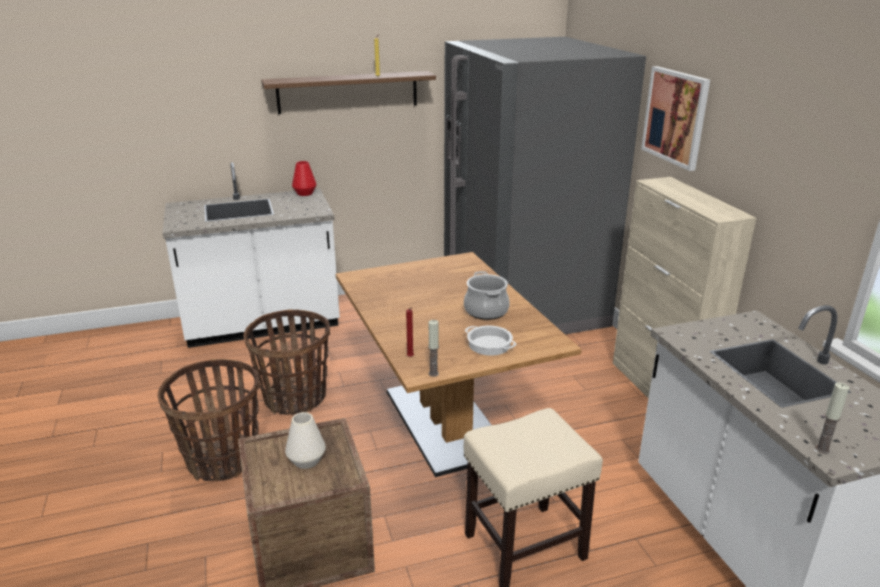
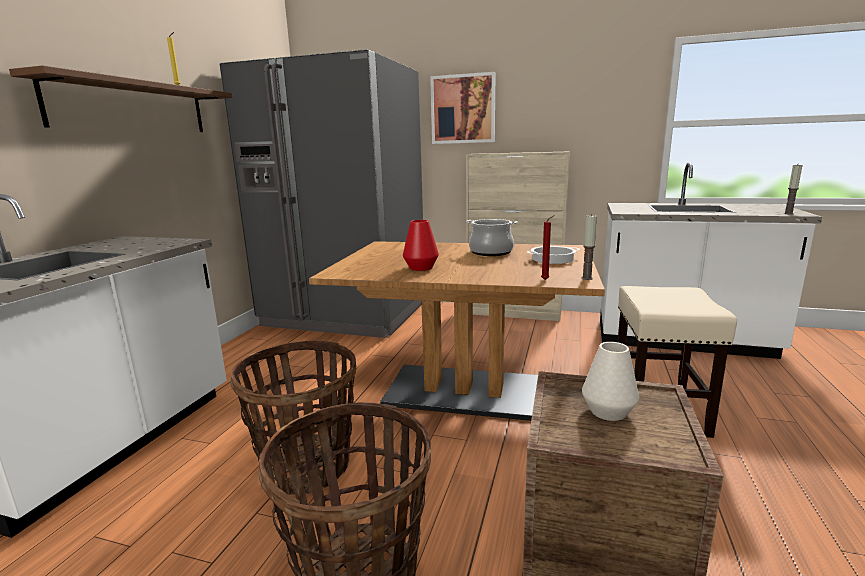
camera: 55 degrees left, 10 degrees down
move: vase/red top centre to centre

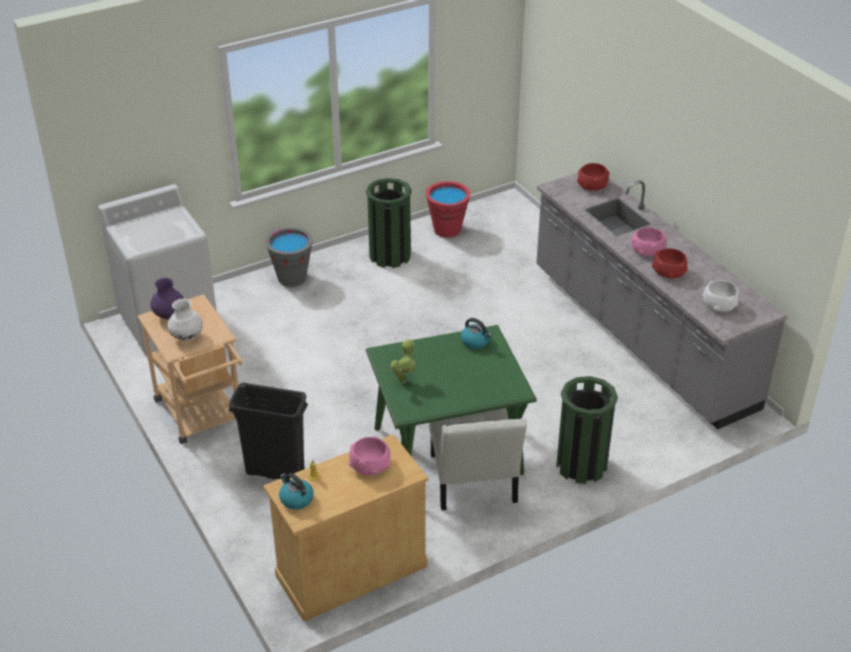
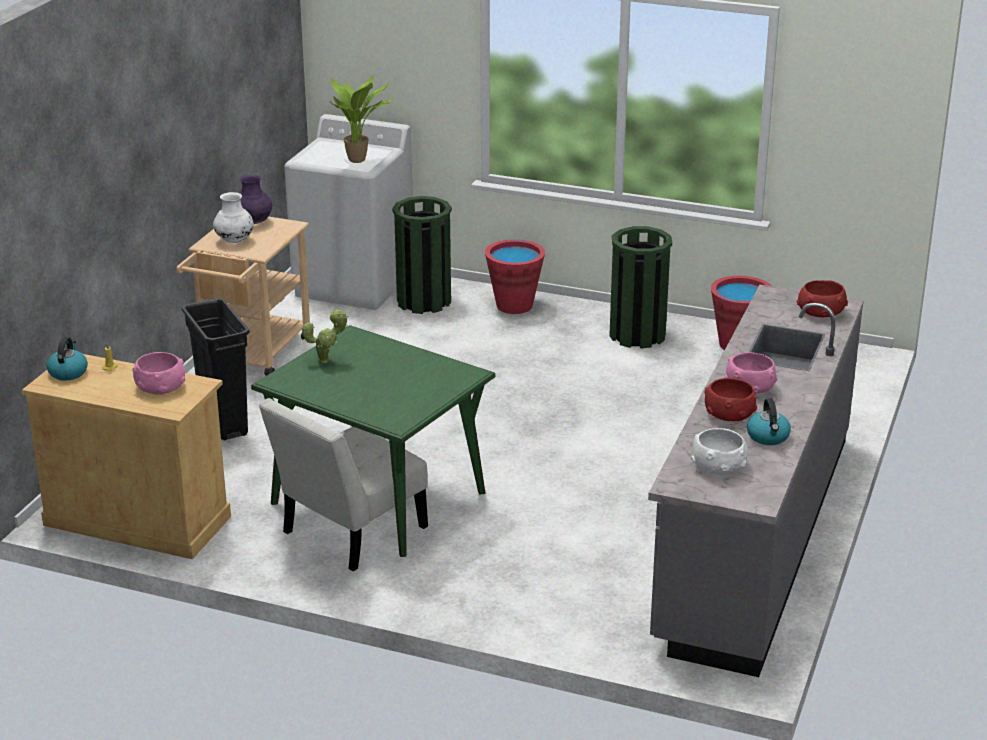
camera: 50 degrees right, 10 degrees down
insert: potted plant (2nd from left) top centre
move: kettle (2nd from left) centre to middle right; trash can/green (2nd from left in the first image) middle right to trash can/green (1st from left) centre
recolor: bucket/grey centre to bucket/red (1st from left) centre

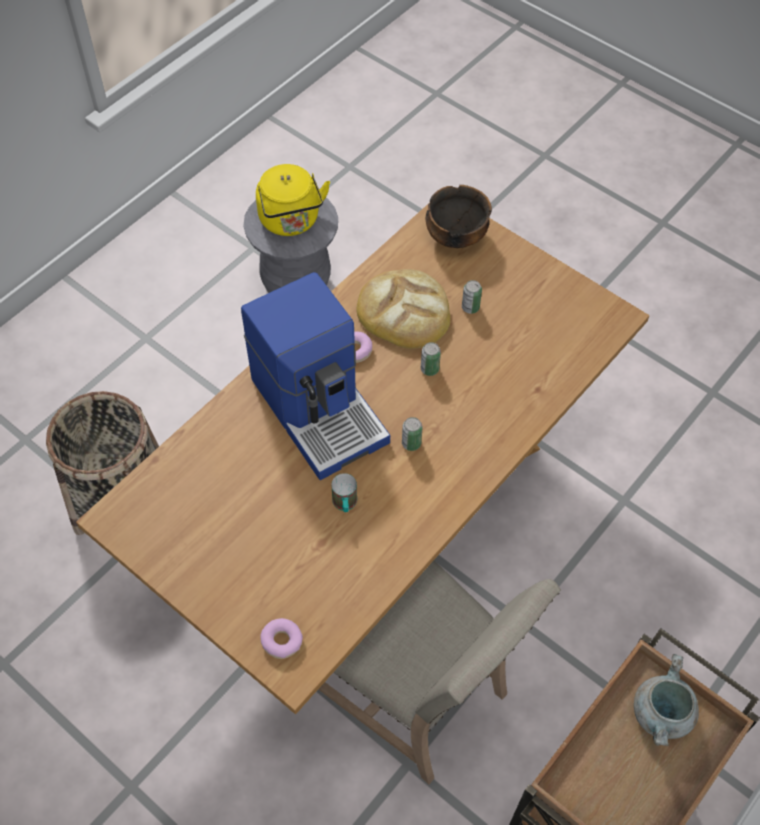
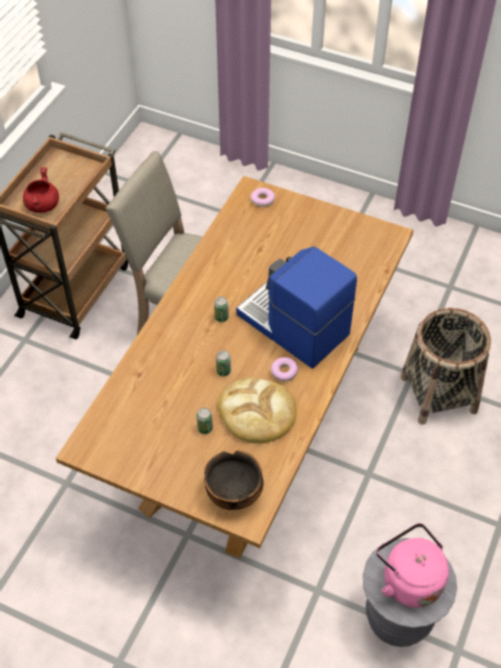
camera: 165 degrees right, 5 degrees down
delete: mug centre
recolor: kettle/yellow top centre to kettle/pink bottom right; cooking pot/grey bottom right to cooking pot/red top left

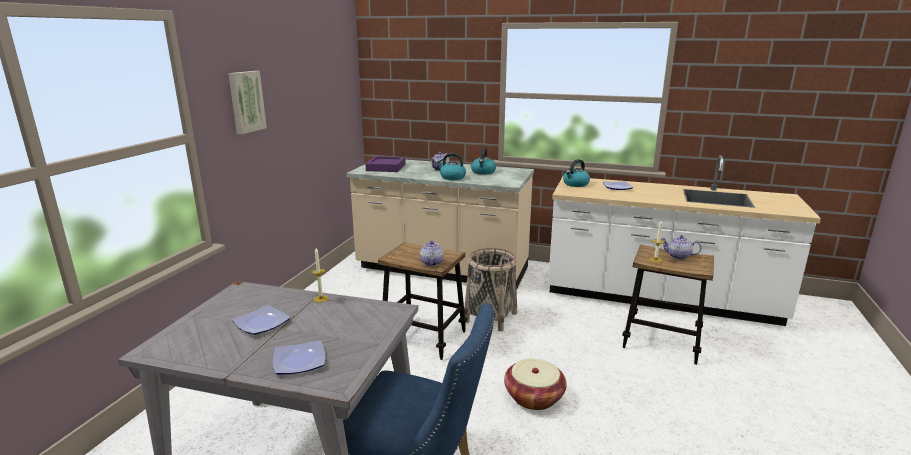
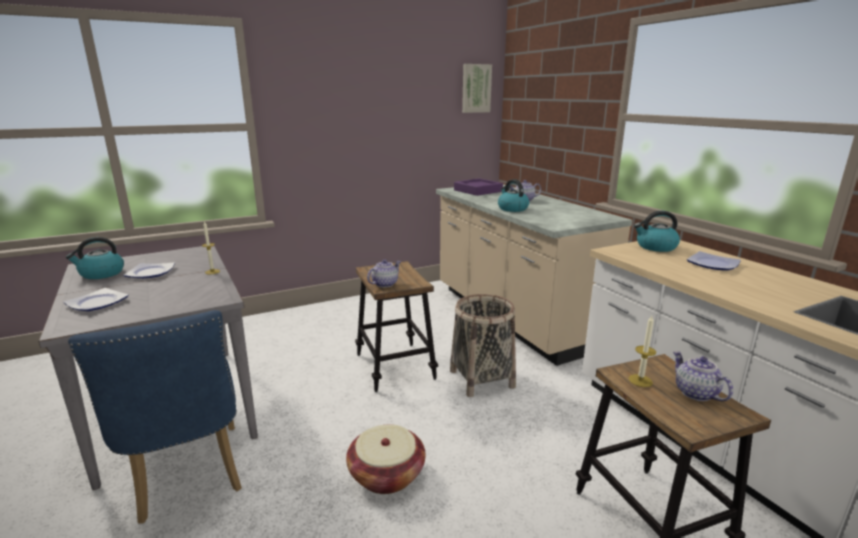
camera: 45 degrees right, 0 degrees up
move: picture top left to top centre; kettle (2nd from left in the first image) centre to kettle (1st from left) middle left

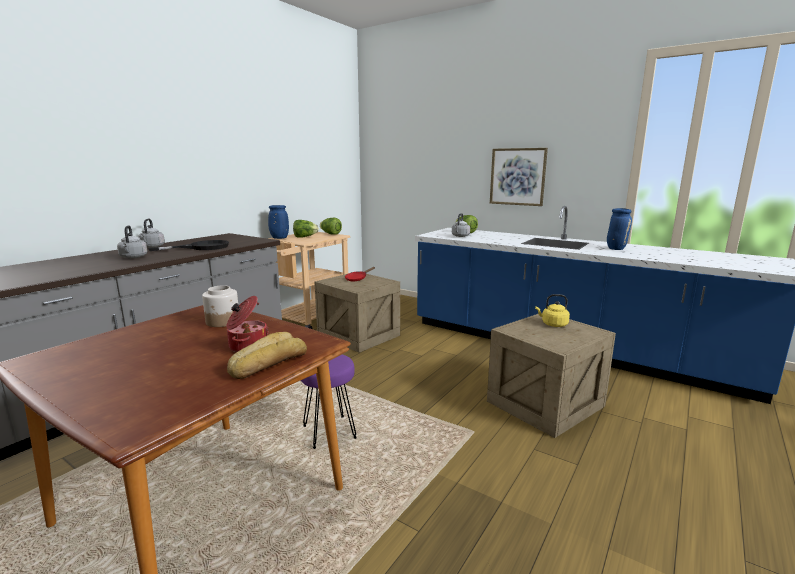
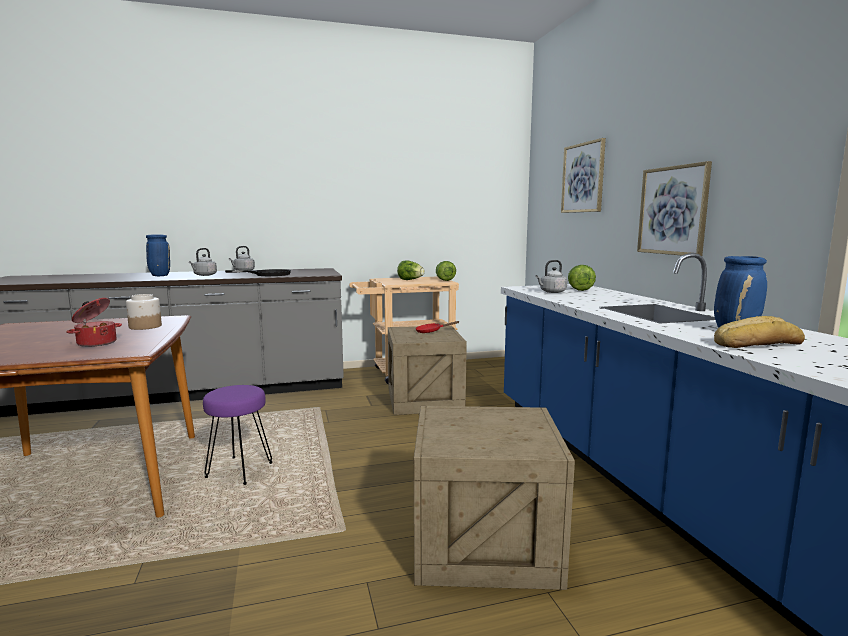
camera: 40 degrees right, 5 degrees down
delete: kettle/yellow middle right
insert: picture (1st from left) top right
move: vase/blue (1st from left) centre to middle left; bread centre to middle right

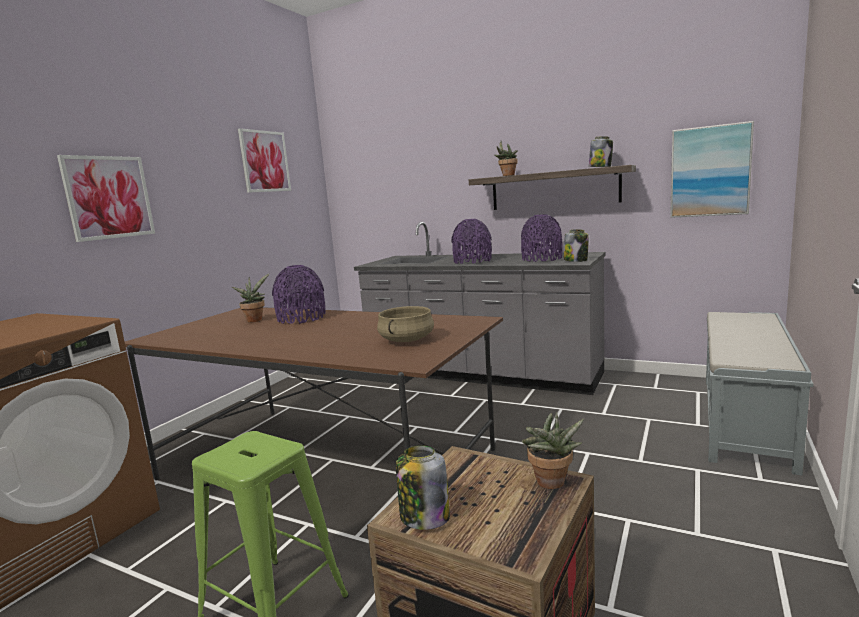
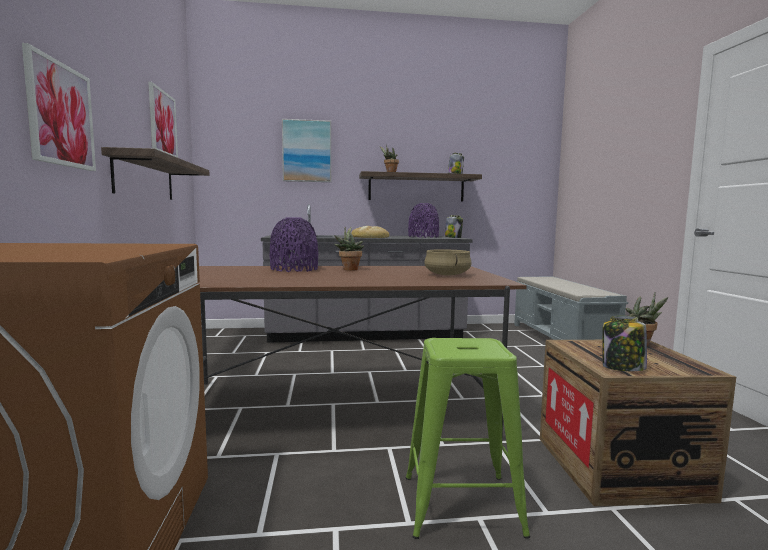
camera: 35 degrees left, 5 degrees down
insert: shelf (1st from left) top left
move: picture (3rd from left) top right to top centre; potted plant (1st from left) middle left to centre
replace: vase/purple (2nd from left) centre to bread centre

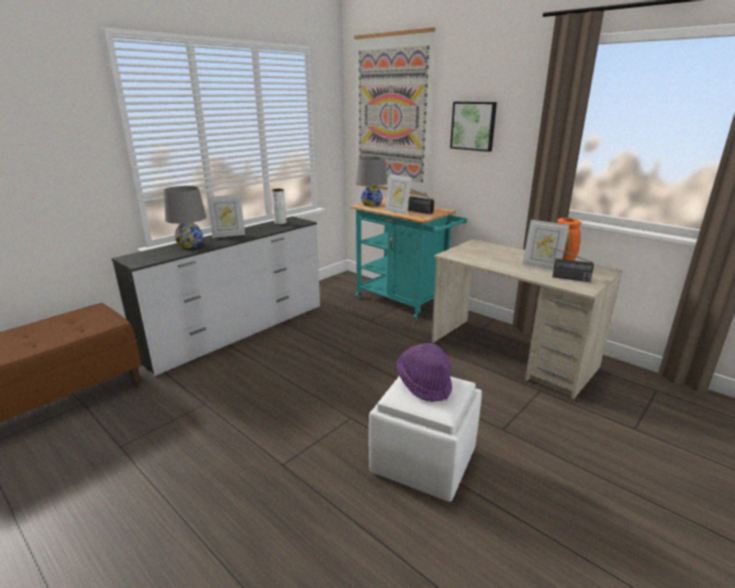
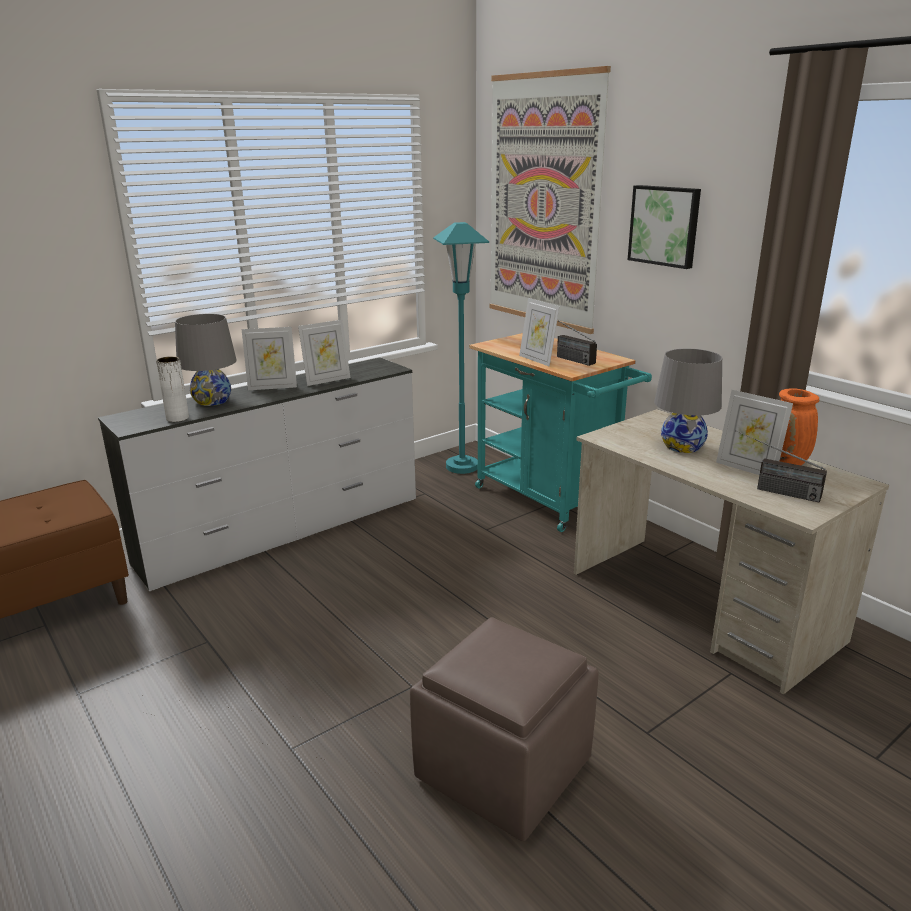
camera: 10 degrees right, 0 degrees up
delete: hat/purple centre
insert: floor lamp/turquoise centre; picture frame (2nd from left) centre
move: table lamp/grey (2nd from left) top centre to middle right; vase/white centre to middle left
recolor: ottoman/white bottom centre to ottoman/brown bottom centre

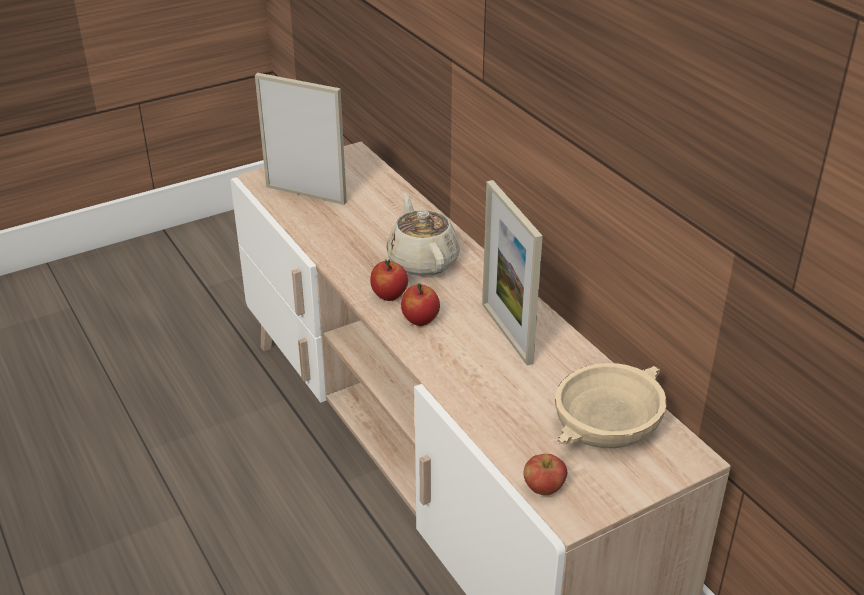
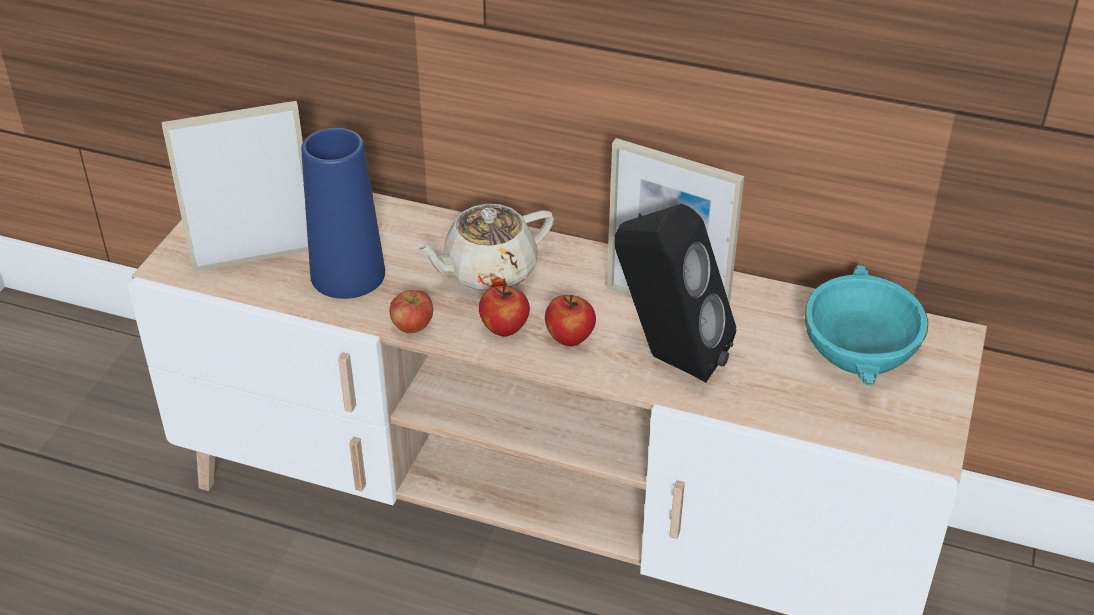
camera: 40 degrees left, 5 degrees up
insert: vase/blue middle left; speaker/black centre
move: apple (3rd from left in the first image) bottom centre to apple (1st from left) centre
recolor: bowl/beige bottom right to bowl/turquoise middle right
rotate: teapot/beige centre = centre 60 degrees counterclockwise

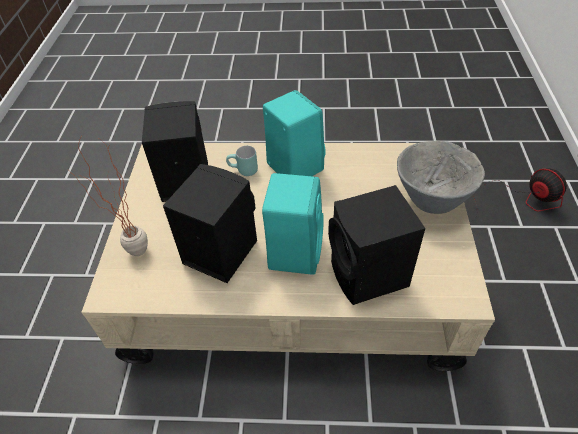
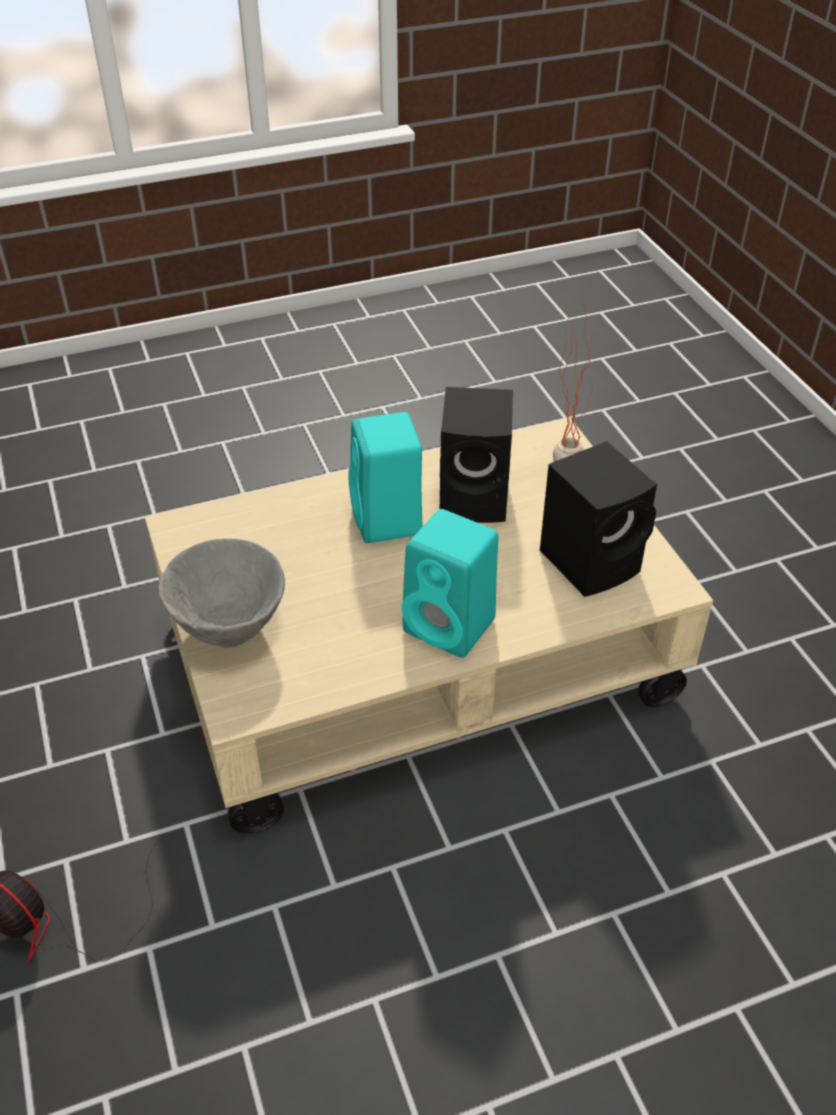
camera: 155 degrees right, 5 degrees down
delete: mug/turquoise centre; speaker/black (3rd from left) centre

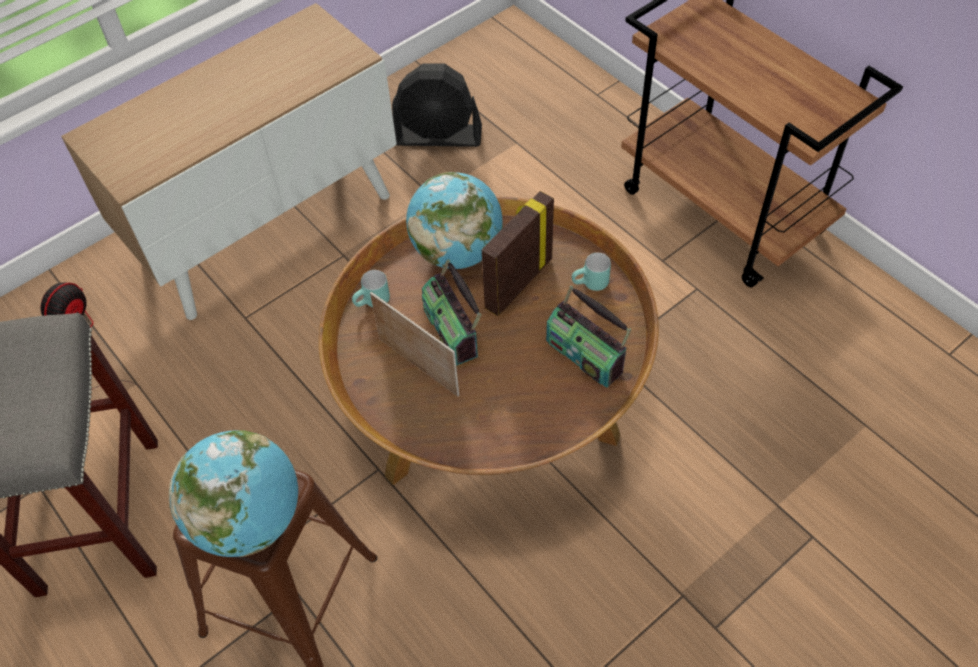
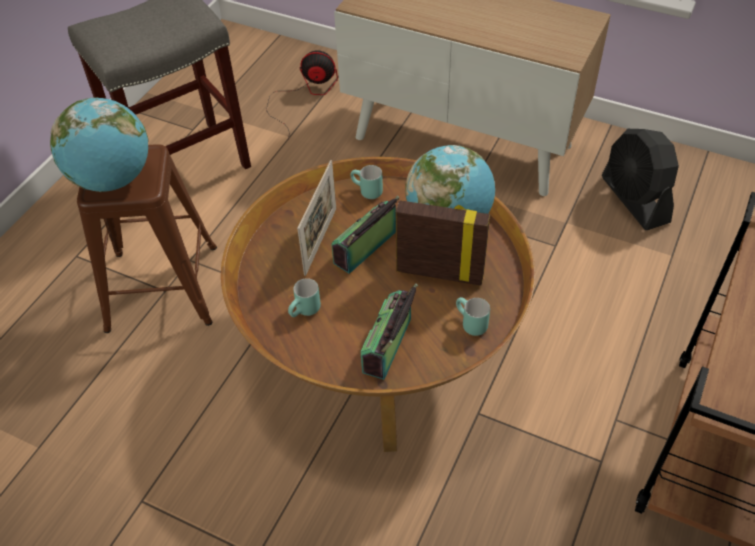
camera: 65 degrees right, 5 degrees down
insert: mug/turquoise (1st from left) centre

